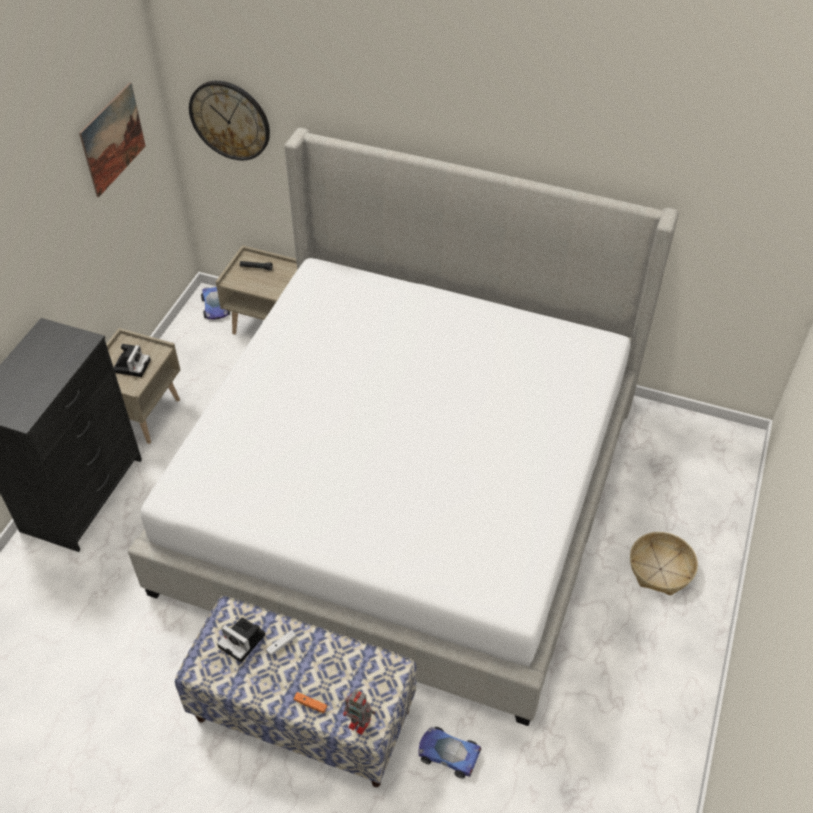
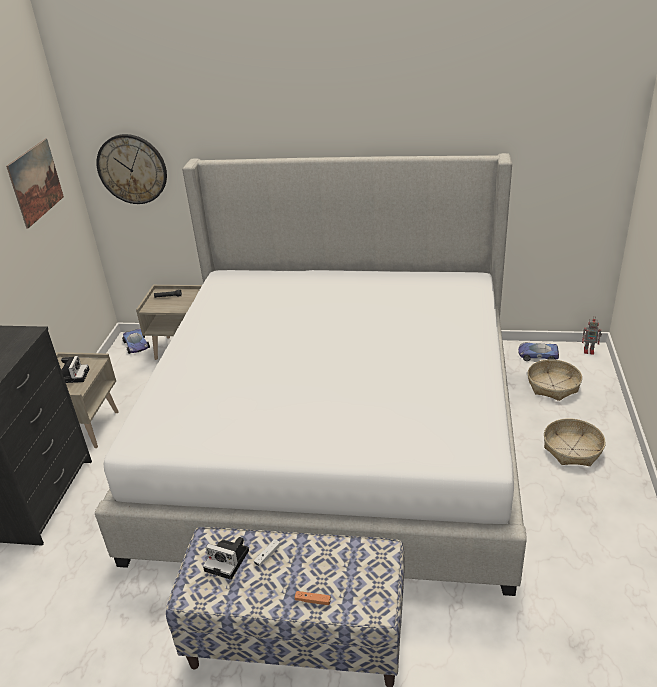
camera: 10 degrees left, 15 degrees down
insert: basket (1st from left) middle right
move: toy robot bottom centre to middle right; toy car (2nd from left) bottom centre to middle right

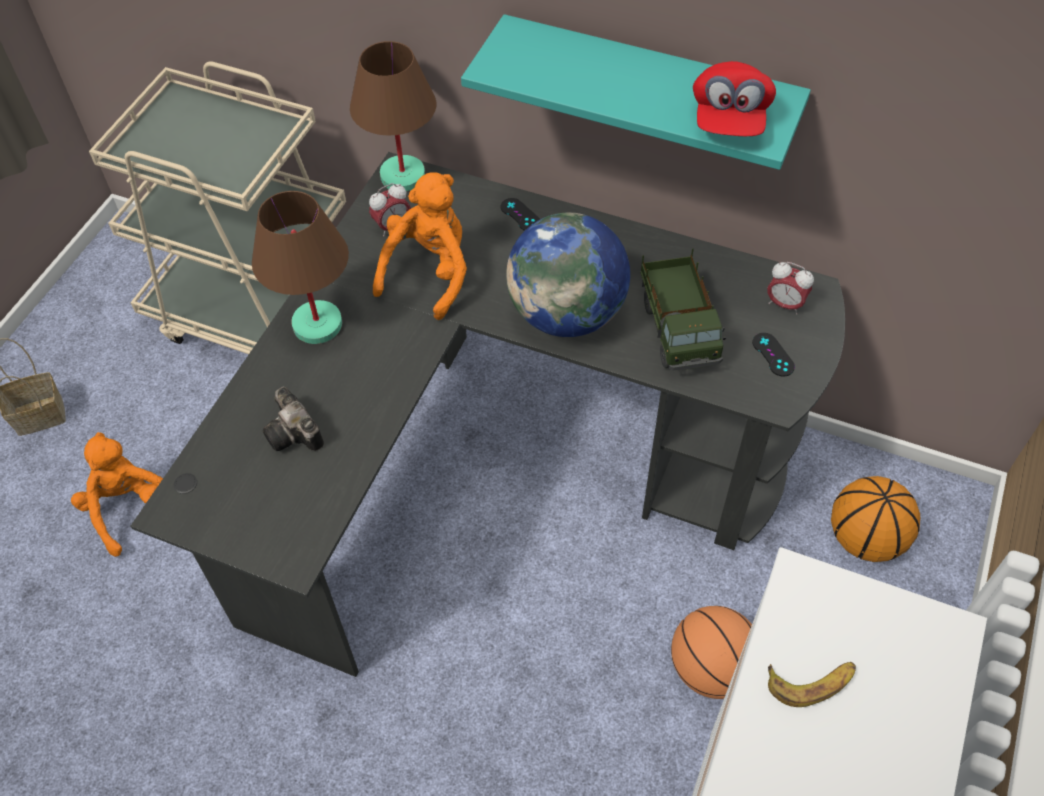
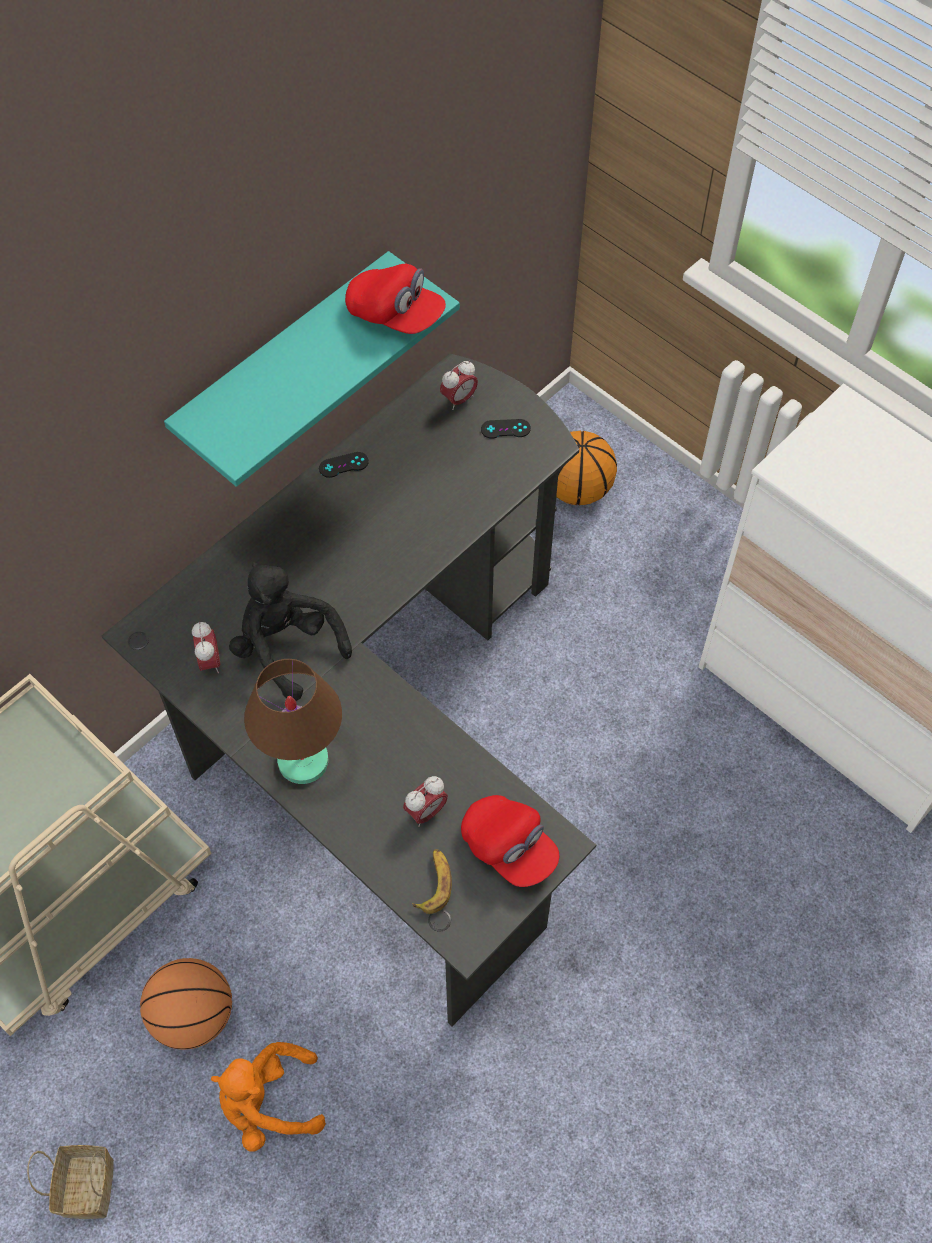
camera: 70 degrees left, 5 degrees up
delete: table lamp/brown (2nd from left) top centre; globe centre; toy truck centre
insert: cap/red (2nd from left) bottom centre
move: game controller/black (1st from left) top centre to centre; basketball (1st from left) bottom right to bottom left; banana bottom right to bottom centre
replace: photo camera middle left to alarm clock (2nd from left) centre
recolor: plush toy/orange (2nd from left) top centre to plush toy/black middle left

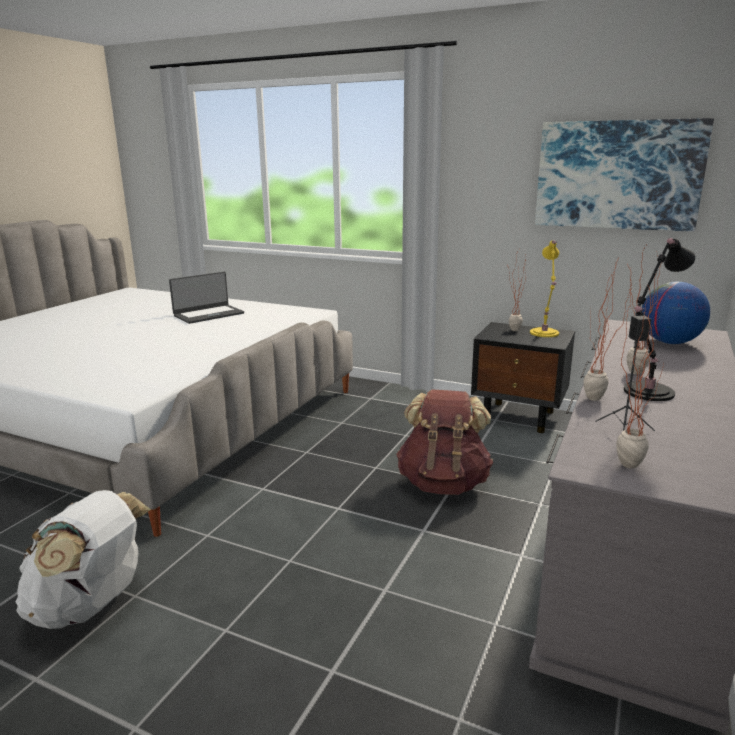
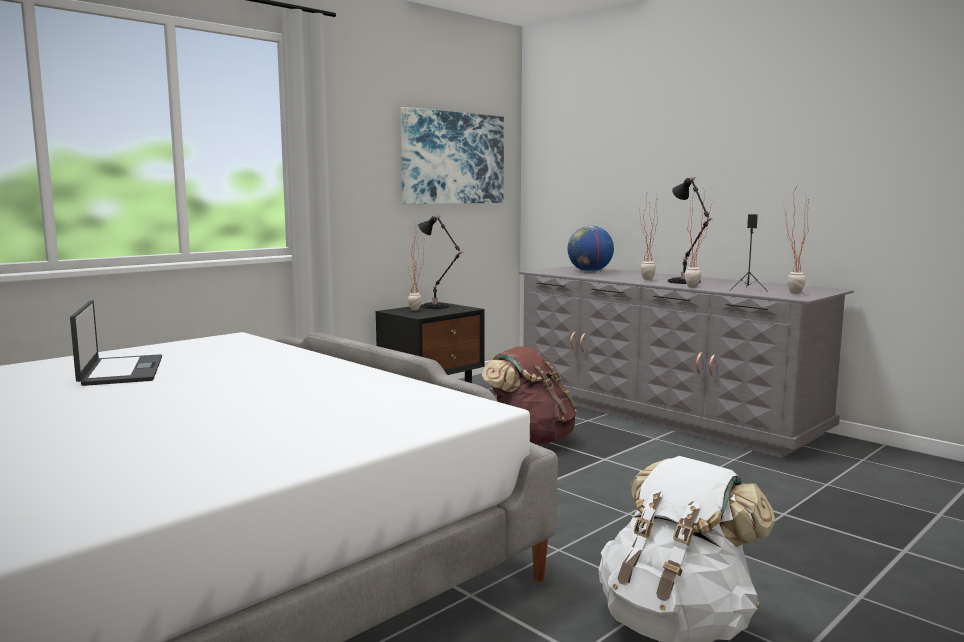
camera: 70 degrees left, 10 degrees down
recolor: table lamp/yellow middle right to table lamp/black (1st from left) centre

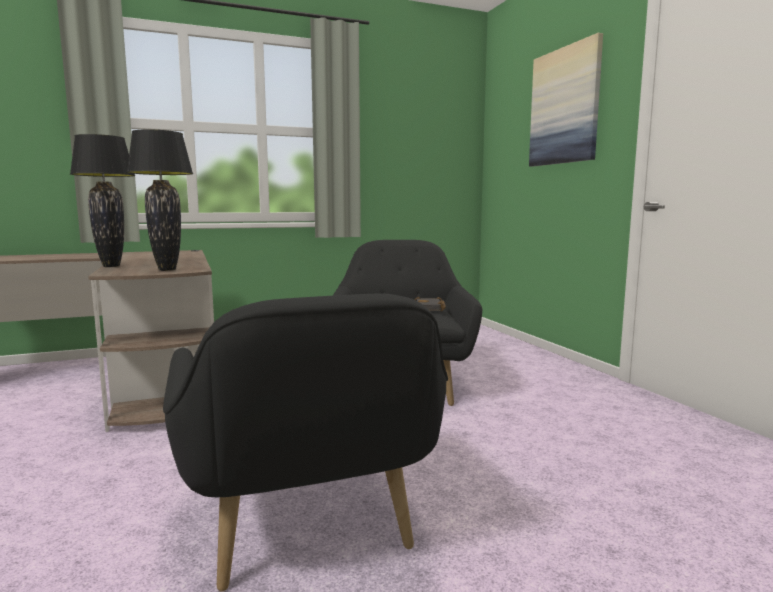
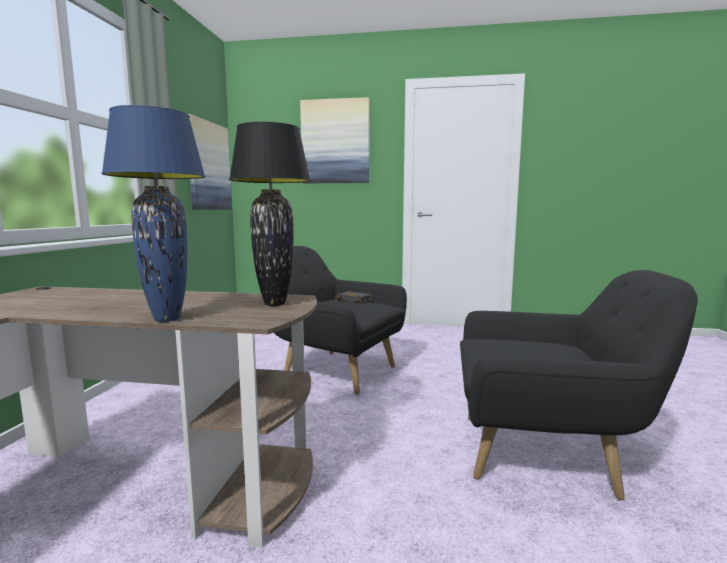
camera: 60 degrees left, 0 degrees up
insert: picture (1st from left) top left
recolor: table lamp/black (1st from left) middle left to table lamp/blue middle left

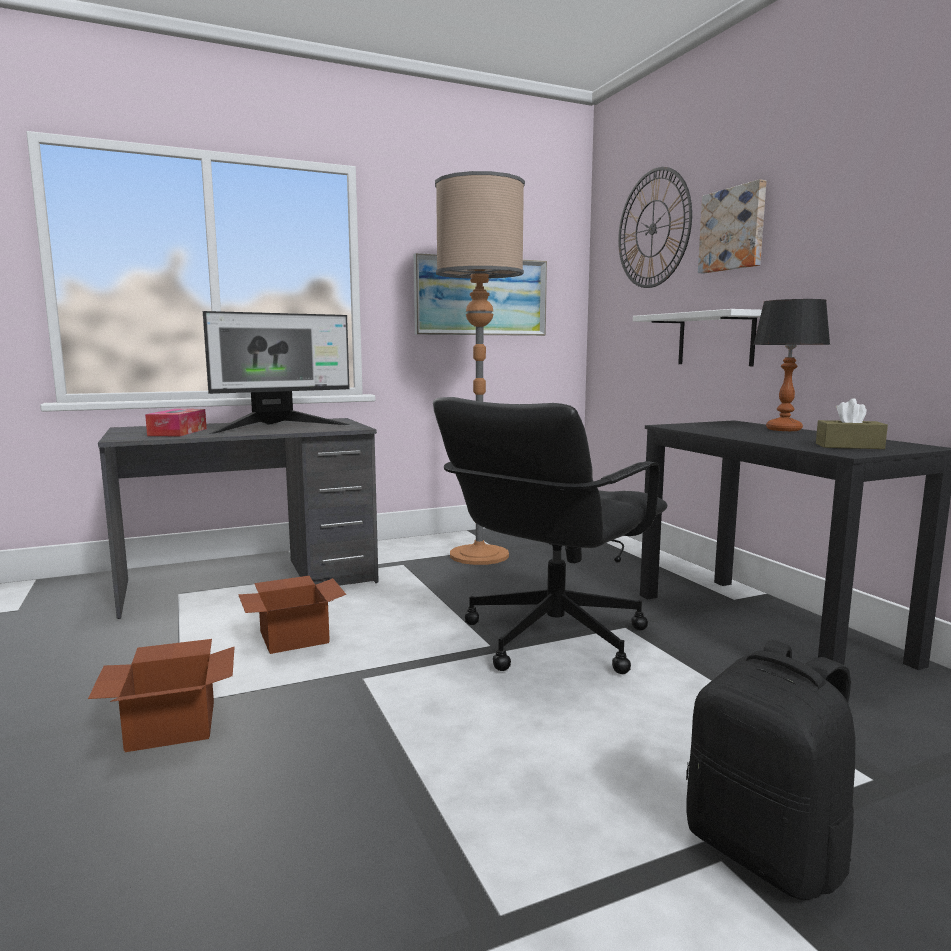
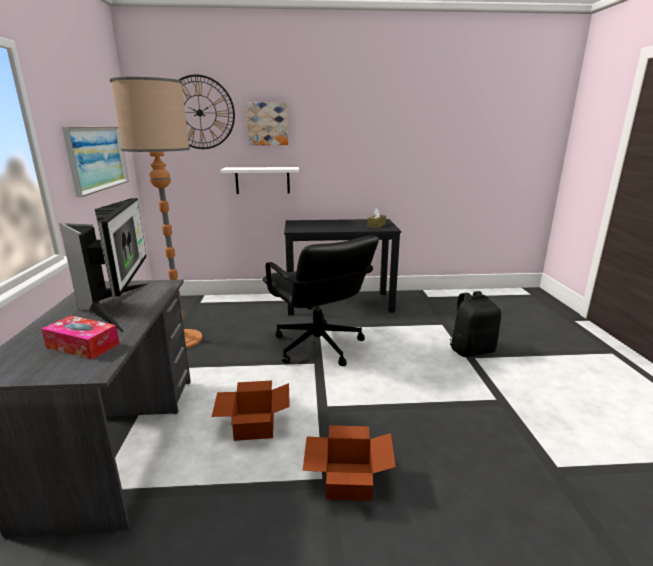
camera: 70 degrees left, 10 degrees up
delete: table lamp middle right

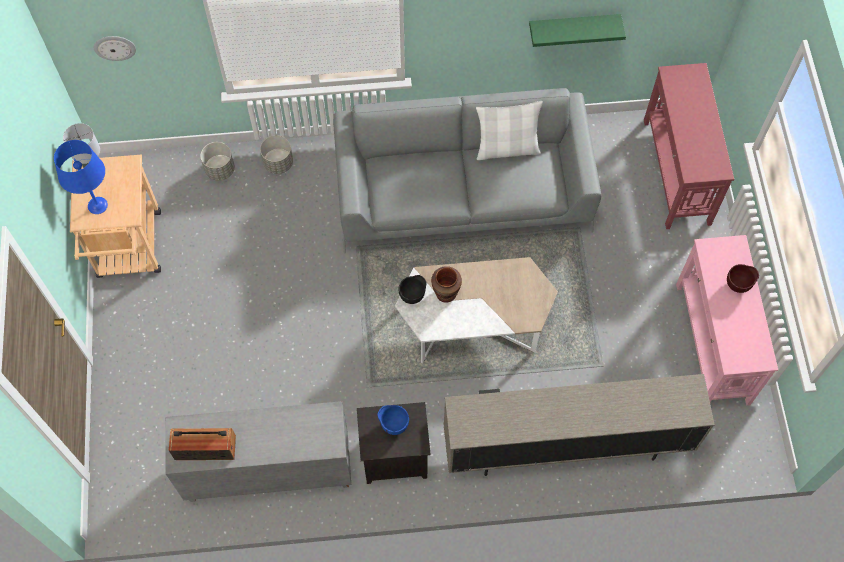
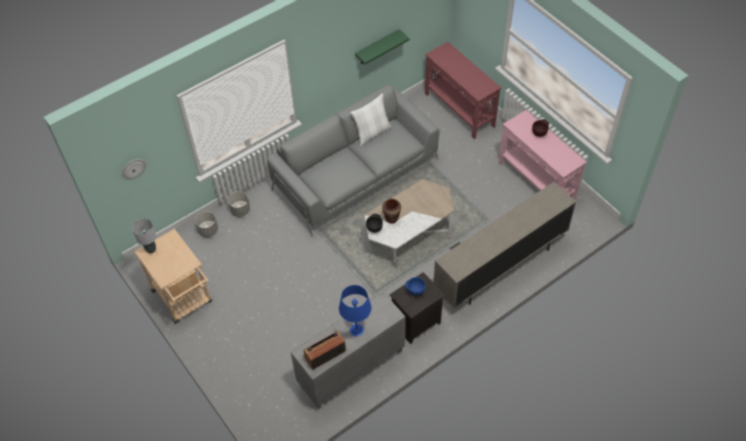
camera: 30 degrees left, 10 degrees down
move: table lamp/blue top left to bottom centre

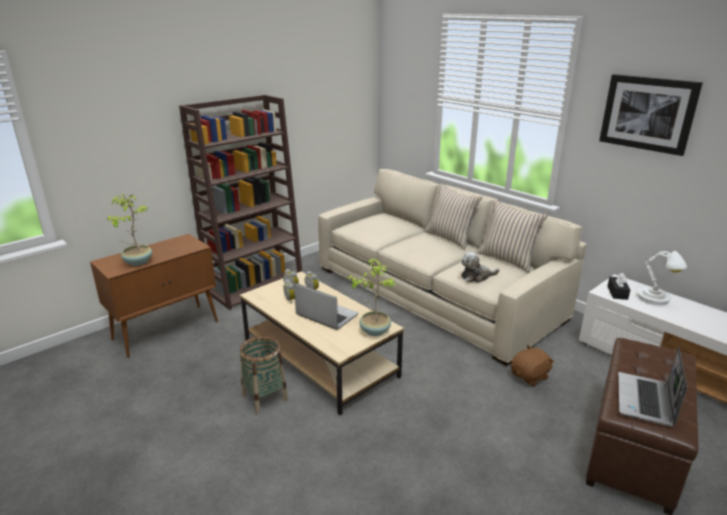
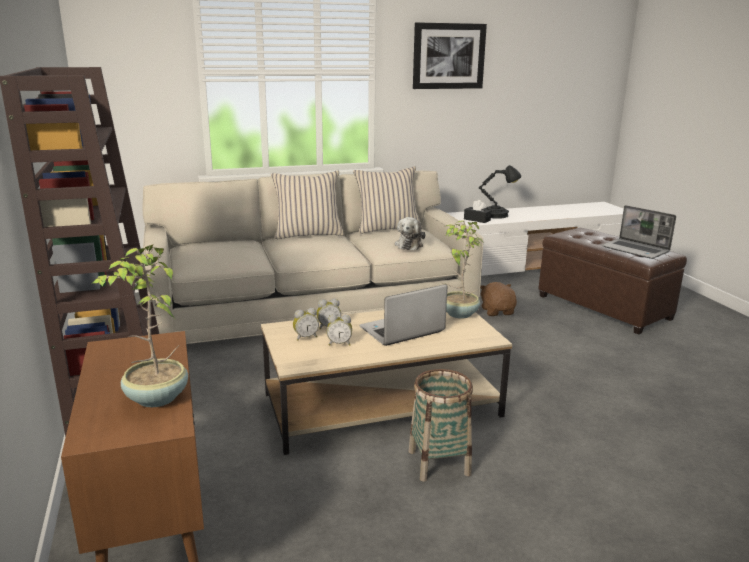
camera: 65 degrees left, 5 degrees down
recolor: table lamp/white middle right to table lamp/black middle right

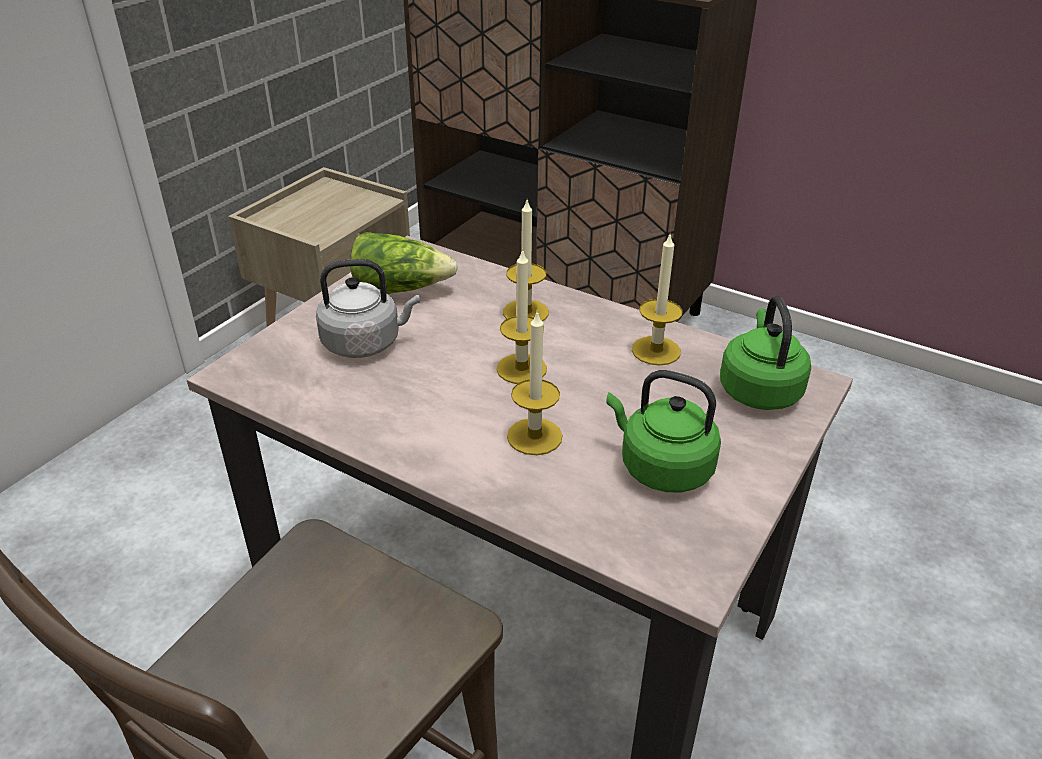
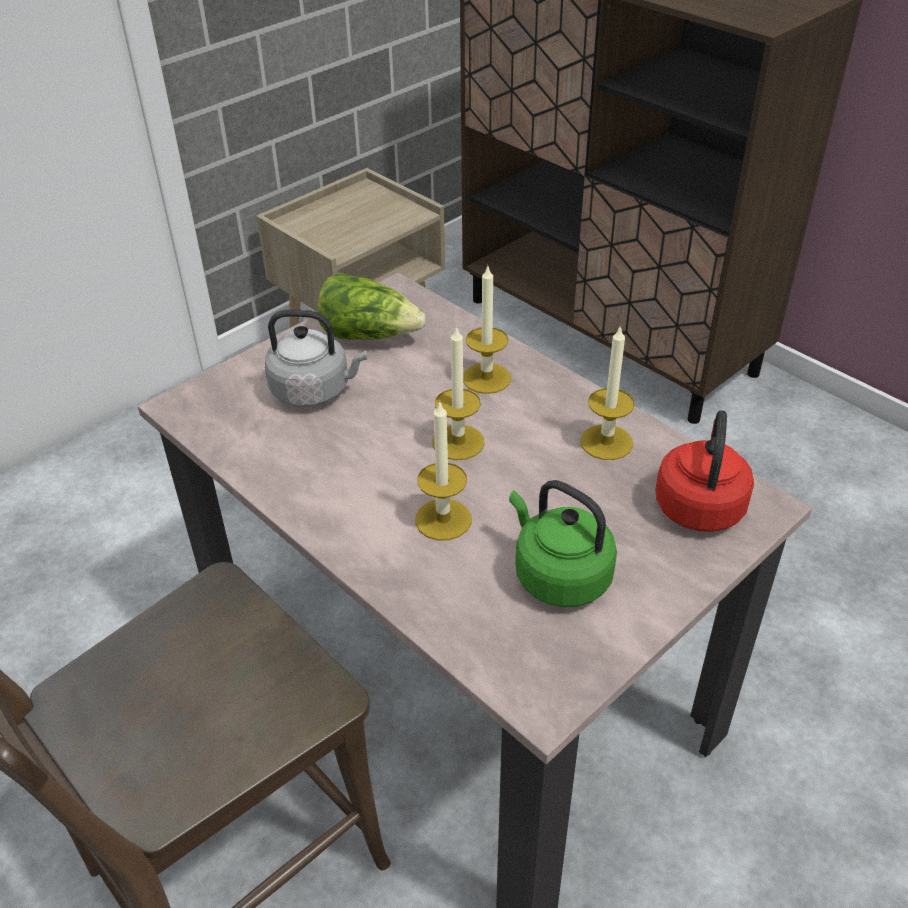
camera: 15 degrees right, 5 degrees up
recolor: kettle/green (2nd from left) middle right to kettle/red middle right

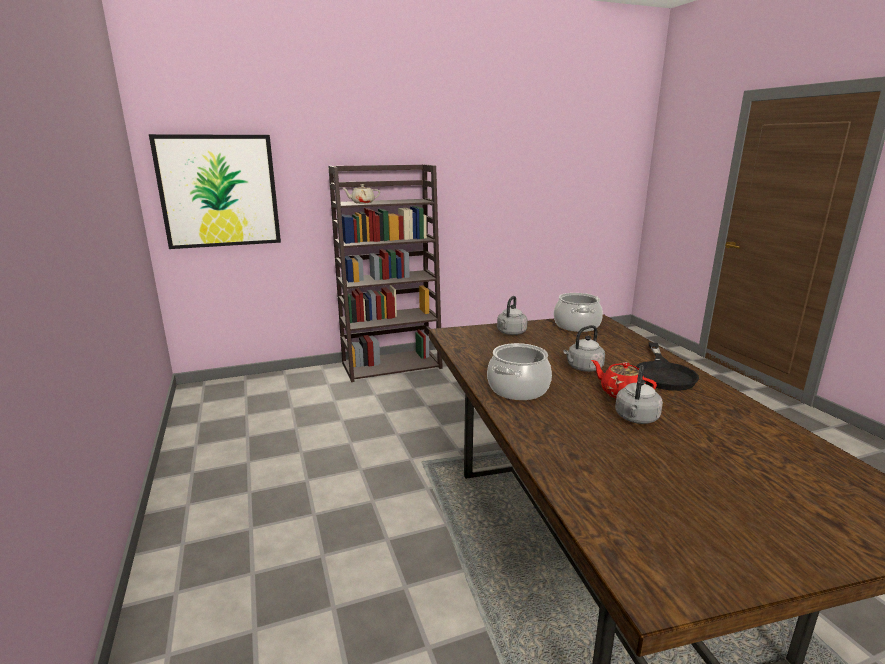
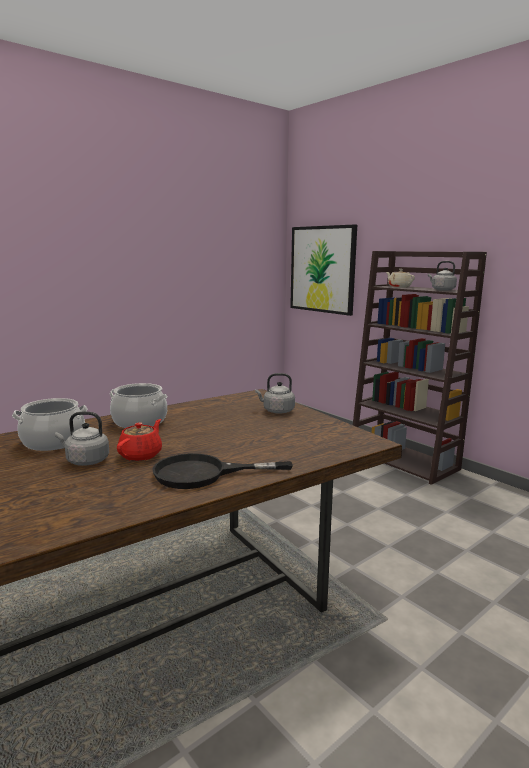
camera: 70 degrees right, 5 degrees down
move: cooking pot (2nd from left in the first image) centre to cooking pot (1st from left) middle left; kettle/grey (2nd from left in the first image) centre to kettle/grey (3rd from left) middle right

